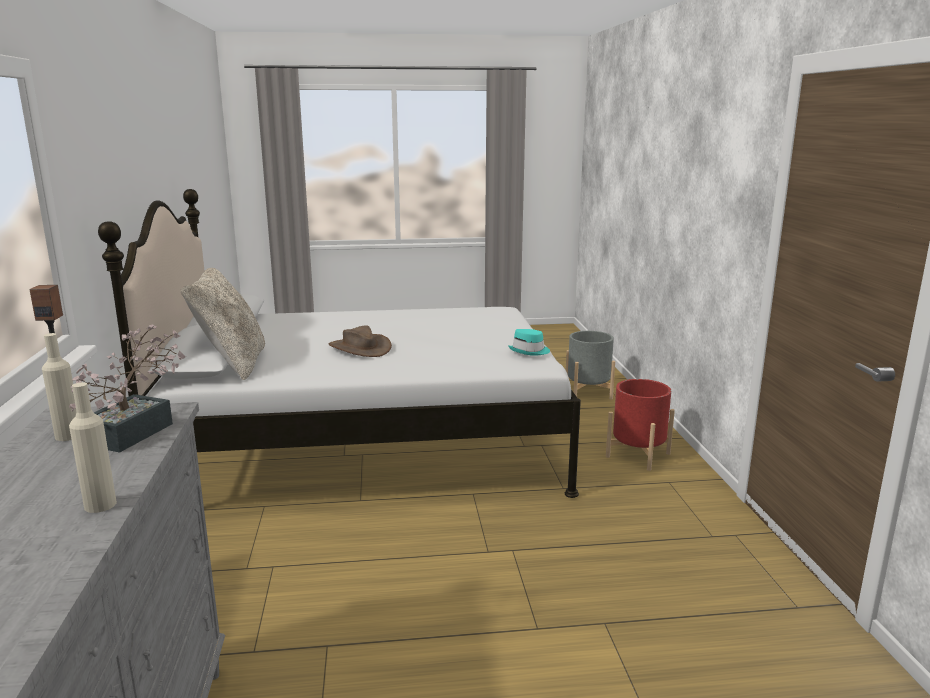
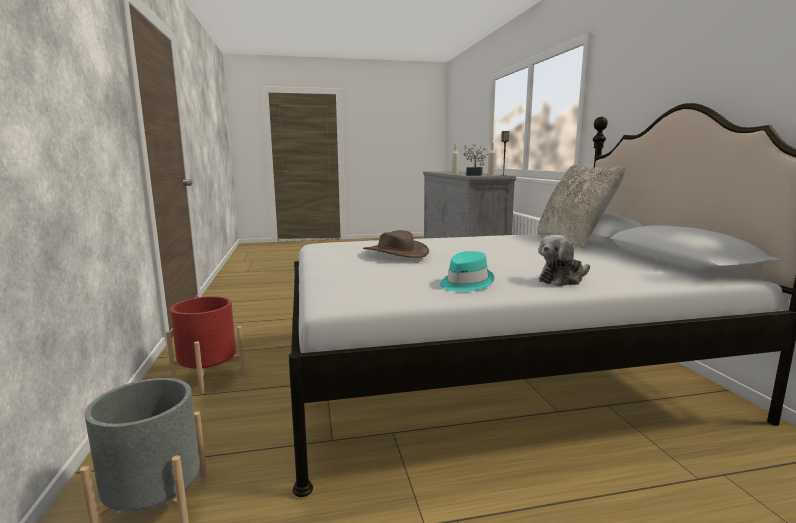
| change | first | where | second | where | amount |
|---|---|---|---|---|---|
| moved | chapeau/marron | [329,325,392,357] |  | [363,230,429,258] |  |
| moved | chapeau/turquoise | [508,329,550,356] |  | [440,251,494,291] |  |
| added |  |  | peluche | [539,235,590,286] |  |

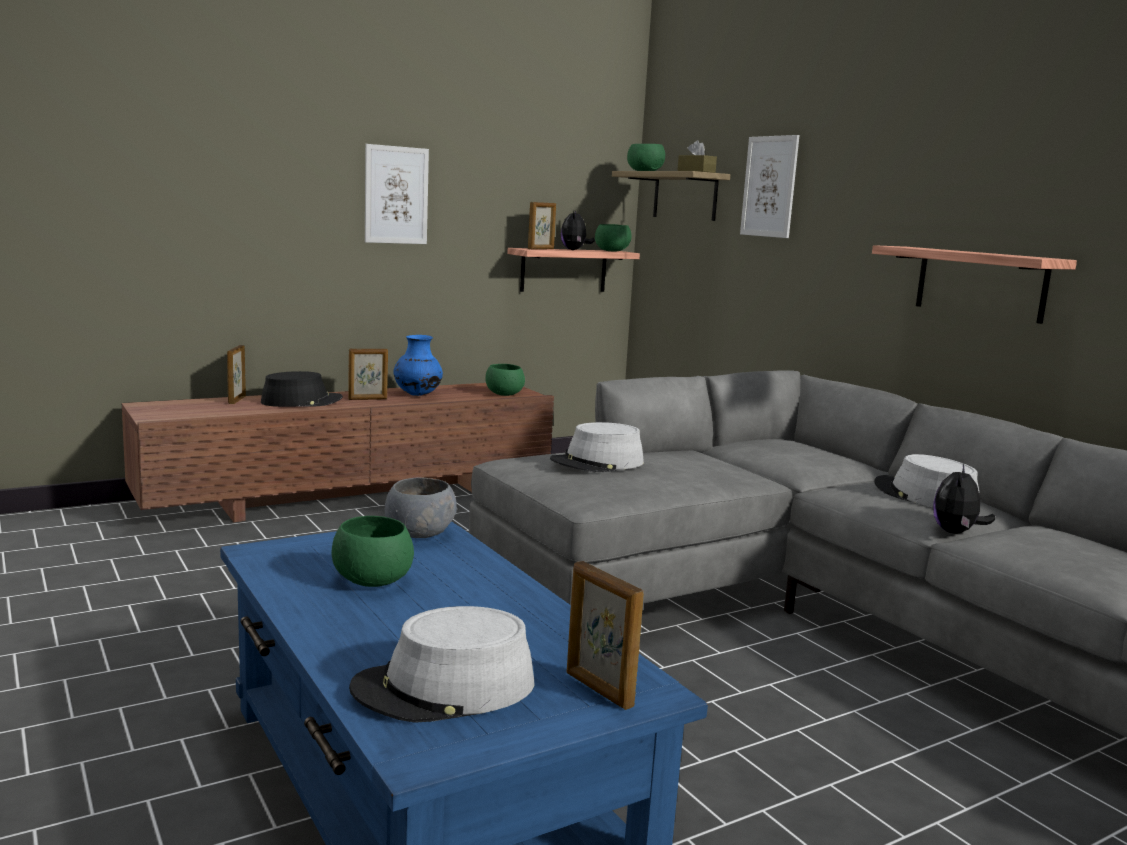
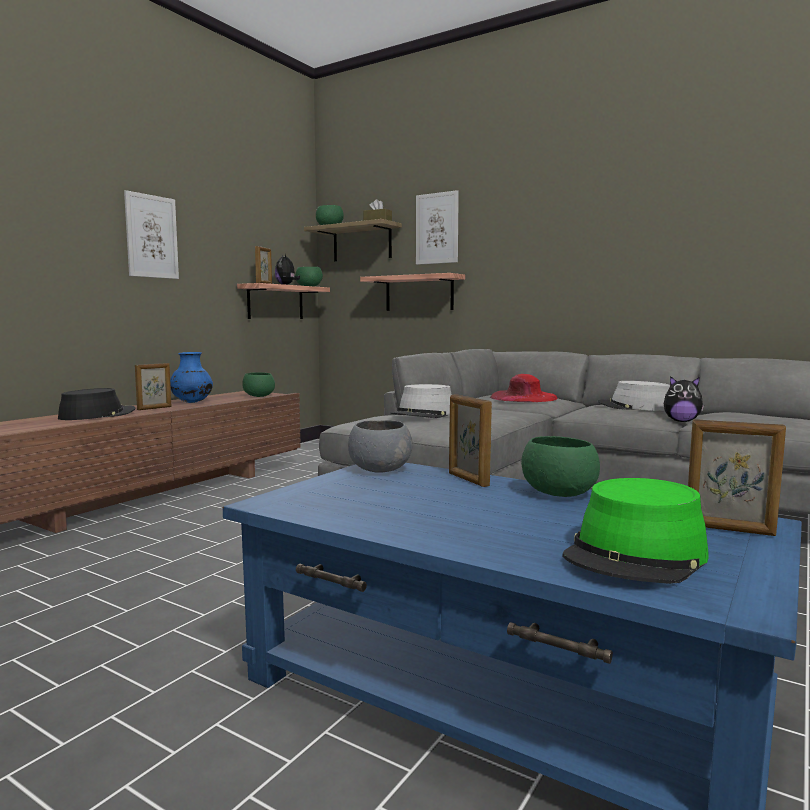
| change | first | where | second | where | amount |
|---|---|---|---|---|---|
| moved | étagère | [872,245,1077,324] |  | [360,273,465,311] |  |
| moved | cadre photo | [227,345,246,404] |  | [449,395,492,487] |  |
| turned | peluche | [933,464,995,533] |  | [664,376,704,422] | 75 degrees counterclockwise |
| moved | bol/vert | [332,516,414,587] |  | [521,436,600,497] |  |
| recoloured | chapeau/gris | [349,606,535,723] | chapeau/vert | [562,478,709,584] |  |
| added |  |  | chapeau/rouge | [490,374,558,402] |  |

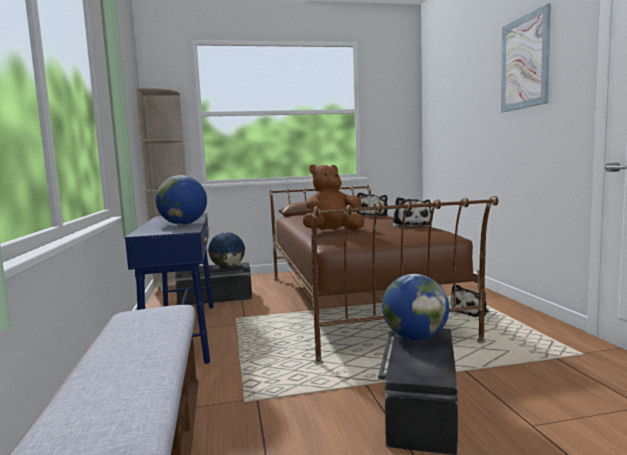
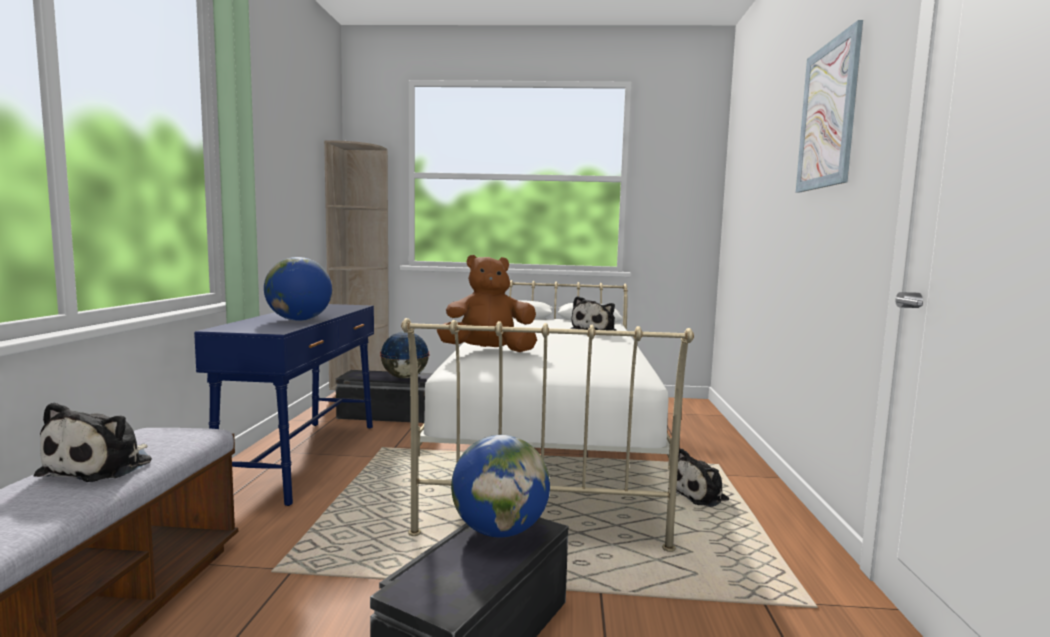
| change | first | where | second | where | amount |
|---|---|---|---|---|---|
| recoloured | lit/marron | [269,185,498,364] | lit/blanc | [401,280,694,552] |  |
| moved | peluche | [392,197,431,227] |  | [34,402,152,482] |  |

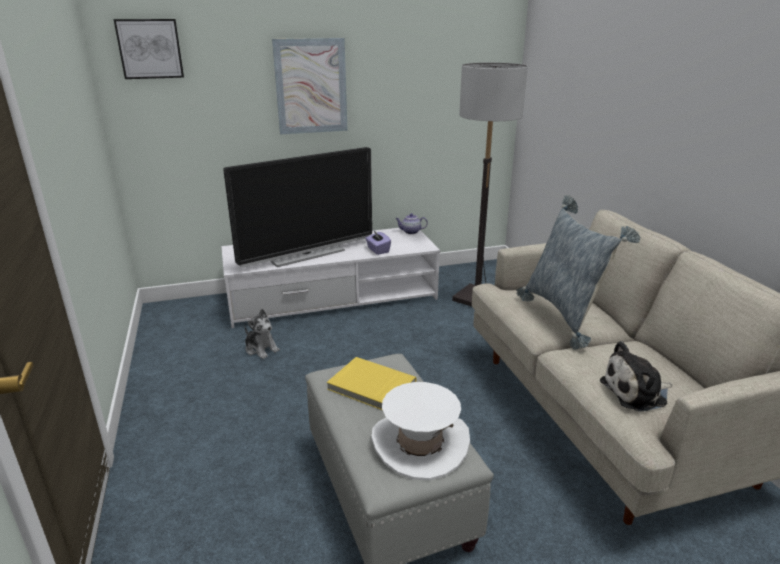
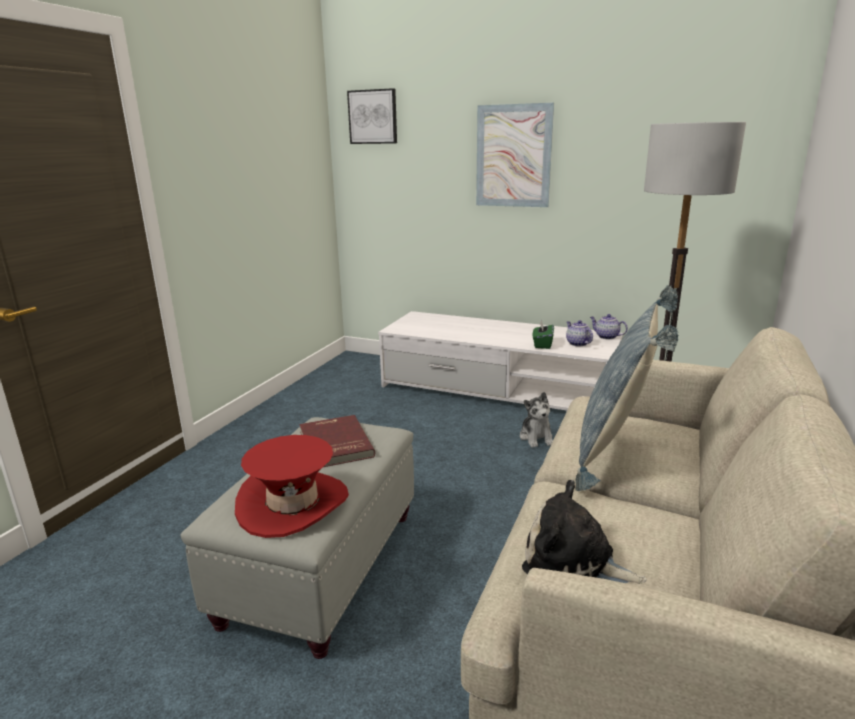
| change | first | where | second | where | amount |
|---|---|---|---|---|---|
| removed | téléviseur | [223,147,372,268] |  |  |  |
| recoloured | boîte à mouchoirs/violet | [365,231,391,255] | boîte à mouchoirs/vert | [533,319,554,349] |  |
| moved | peluche | [244,309,280,359] |  | [520,392,553,448] |  |
| recoloured | livre/jaune | [327,357,416,410] | livre/rouge | [299,415,375,467] |  |
| recoloured | chapeau/blanc | [371,382,470,481] | chapeau/rouge | [235,435,349,538] |  |
| added |  |  | théière | [566,320,593,346] |  |

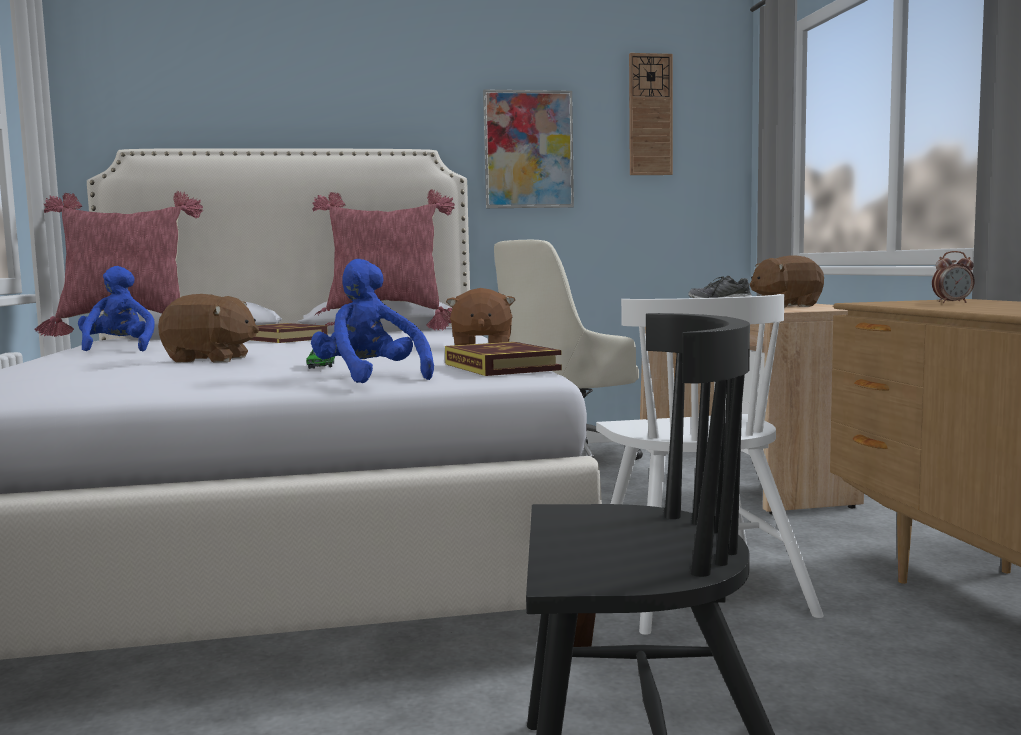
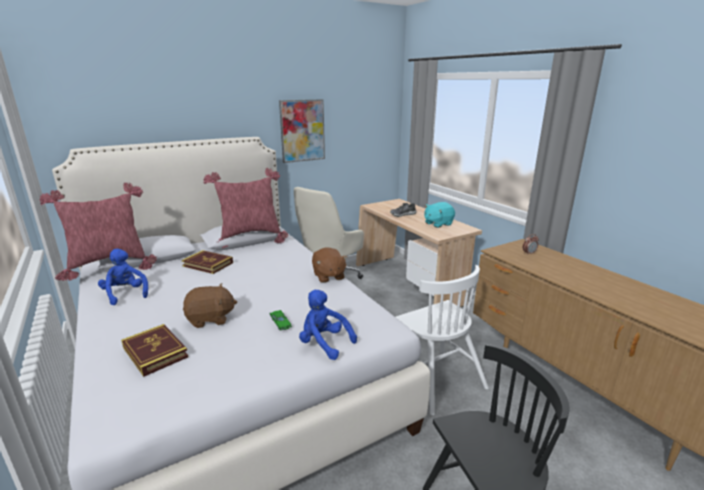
| change | first | where | second | where | amount |
|---|---|---|---|---|---|
| removed | horloge murale | [629,53,673,175] |  |  |  |
| recoloured | peluche/marron | [749,255,824,307] | peluche/turquoise | [424,202,455,228] |  |
| moved | livre | [445,342,562,376] |  | [121,324,188,377] |  |

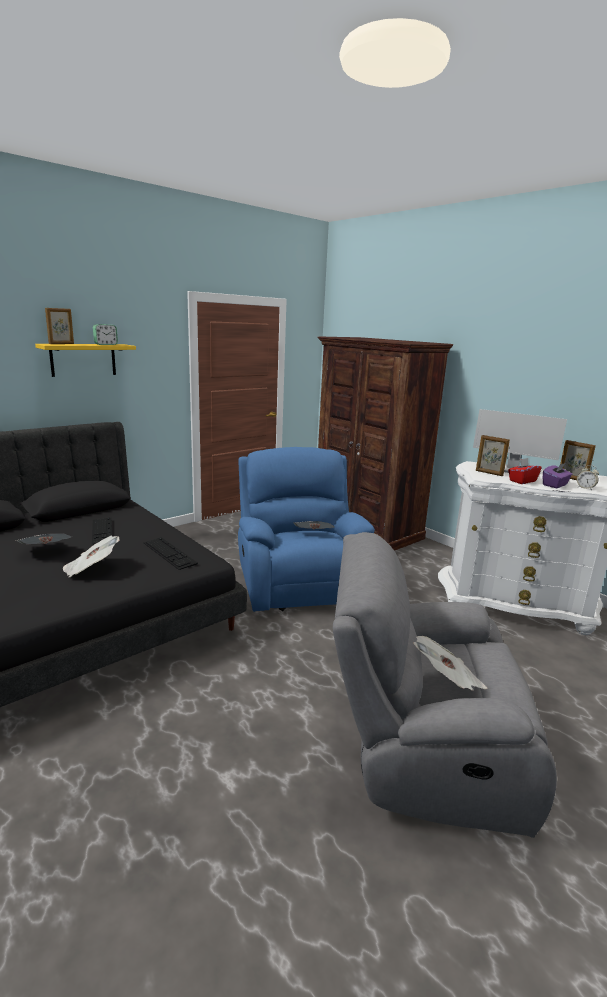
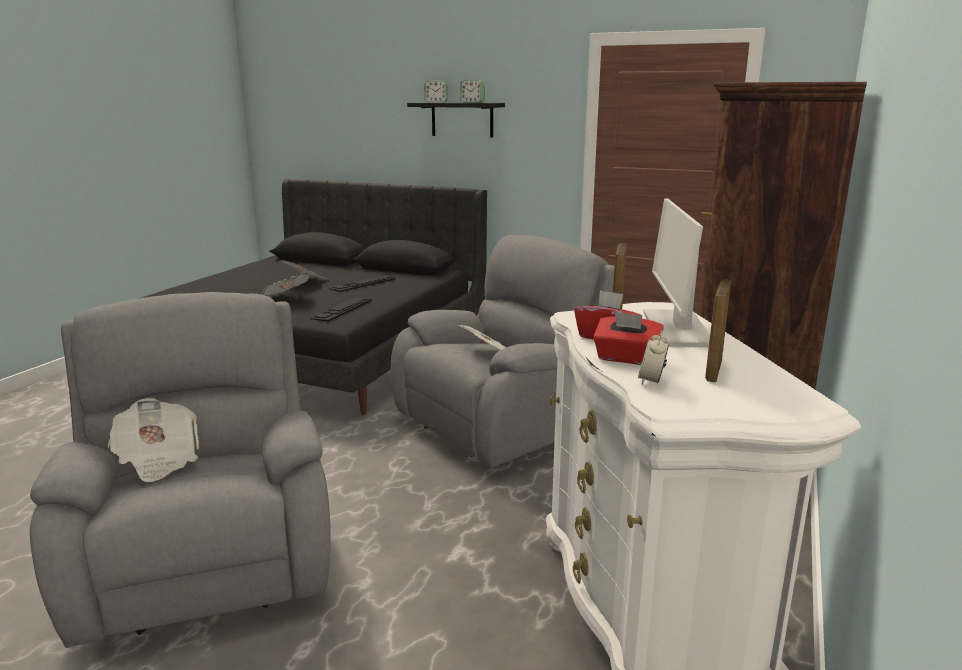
| change | first | where | second | where | amount |
|---|---|---|---|---|---|
| replaced | cadre photo | [45,308,74,344] | réveil | [424,80,448,102] |  |
| recoloured | étagère/jaune | [35,344,136,377] | étagère/noir | [407,102,505,137] |  |
| recoloured | fauteuil/bleu | [238,447,375,612] | fauteuil/gris | [391,235,615,468] |  |
| recoloured | boîte à mouchoirs/violet | [543,463,572,488] | boîte à mouchoirs/rouge | [593,311,664,365] |  |

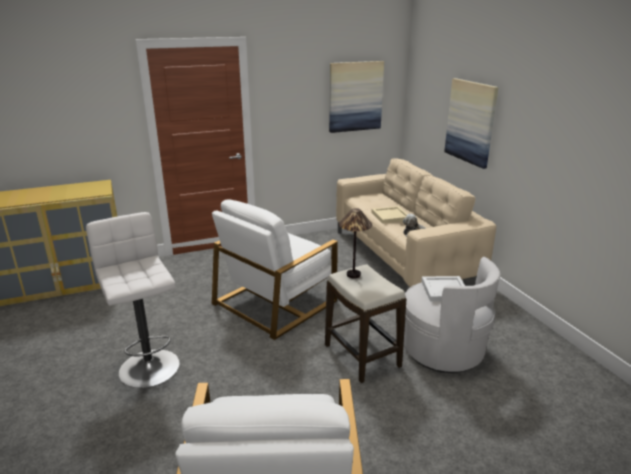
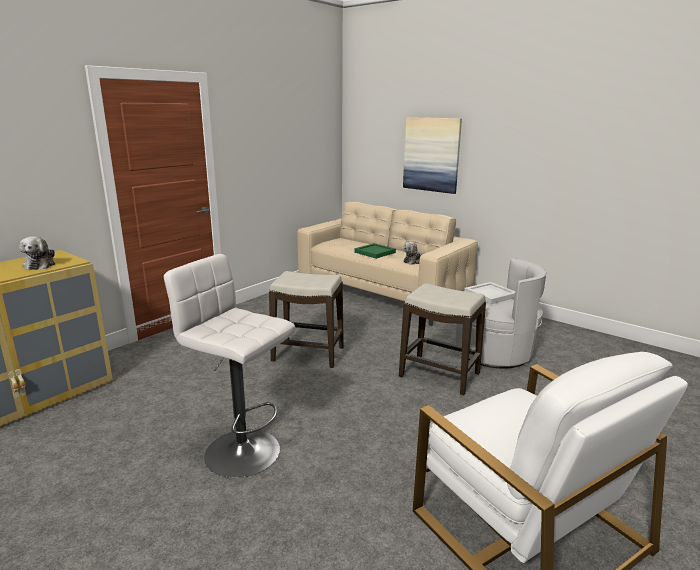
| change | first | where | second | where | amount |
|---|---|---|---|---|---|
| removed | tableau | [329,61,384,133] |  |  |  |
| replaced | fauteuil/blanc | [212,200,338,340] | tabouret | [269,271,344,368] |  |
| recoloured | plateau/beige | [371,206,407,224] | plateau/vert | [354,243,396,259] |  |
| removed | lampe de table | [339,208,372,279] |  |  |  |
| added |  |  | peluche | [19,236,55,270] |  |

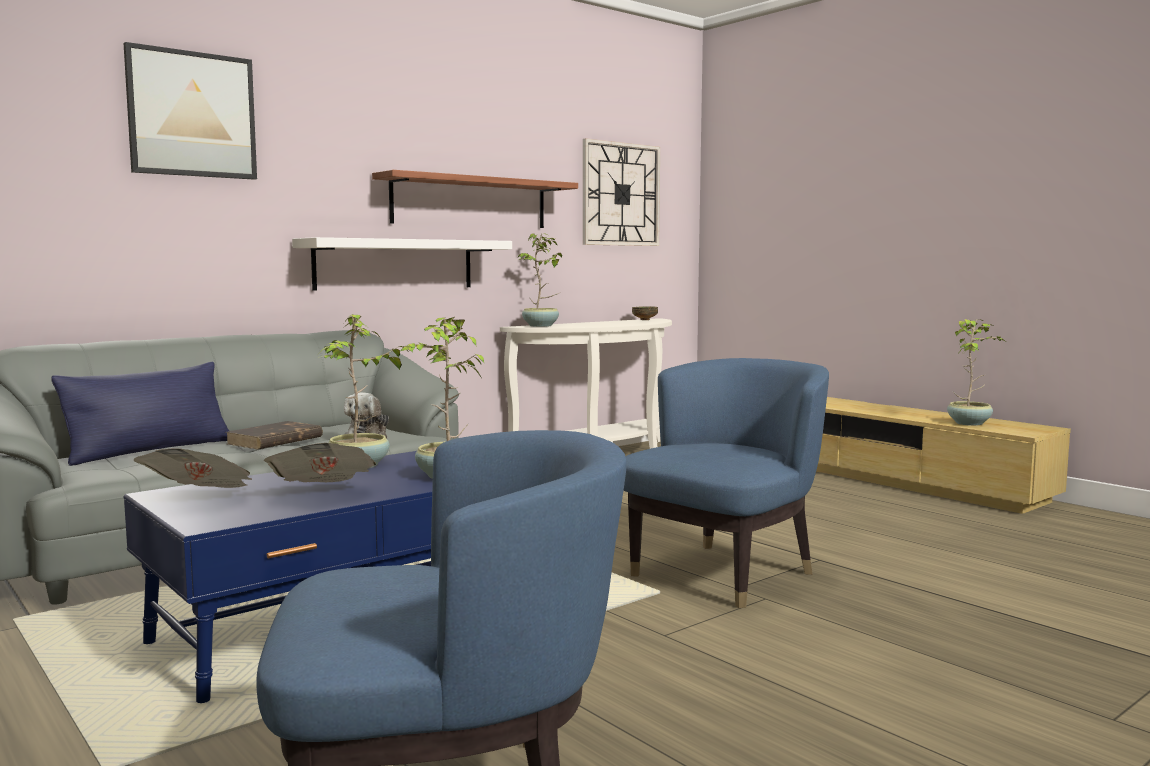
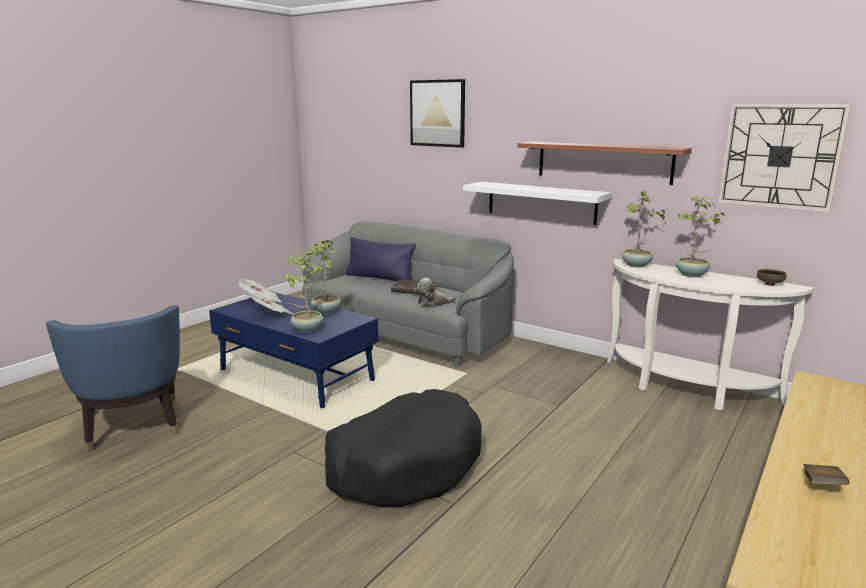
| change | first | where | second | where | amount |
|---|---|---|---|---|---|
| moved | plante en pot | [947,319,1005,426] |  | [676,196,724,277] |  |
| replaced | fauteuil/bleu | [624,358,829,608] | panier pour chien/noir | [325,389,482,507] |  |
| added |  |  | livre/marron | [803,464,849,485] |  |

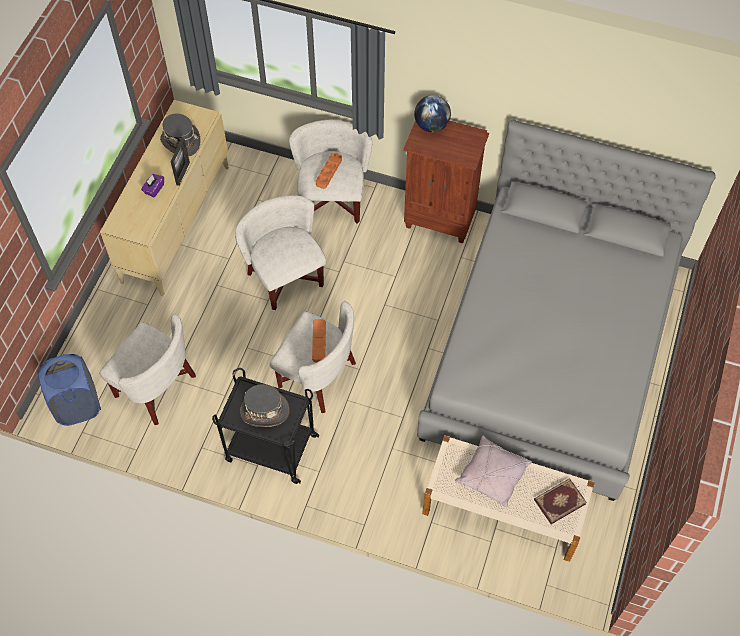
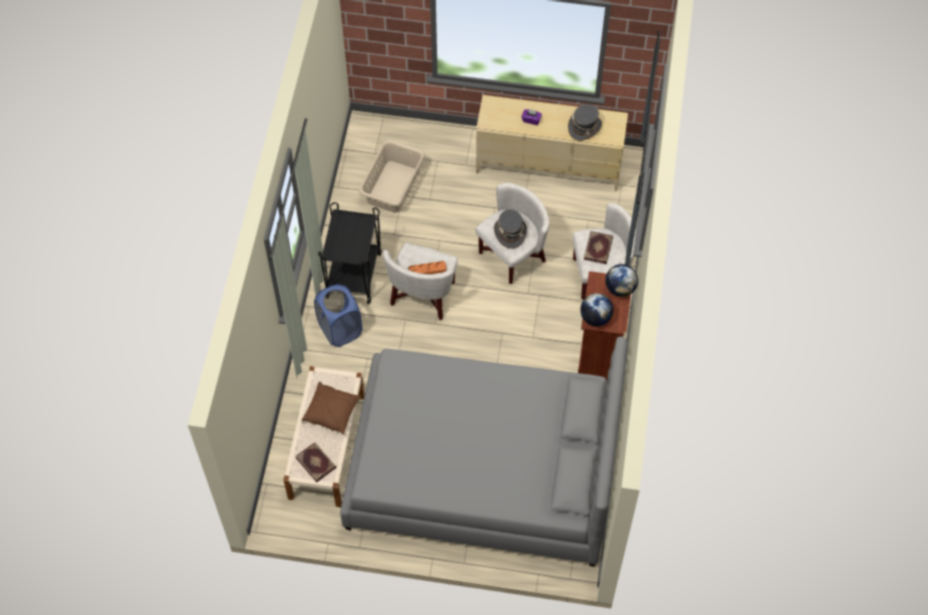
| change | first | where | second | where | amount |
|---|---|---|---|---|---|
| removed | cadre photo | [171,138,190,186] |  |  |  |
| replaced | plateau/orange | [316,153,342,189] | livre | [584,231,613,264] |  |
| replaced | fauteuil/blanc | [99,314,196,425] | panier à linge/beige | [359,140,425,213] |  |
| moved | panier à linge/bleu | [37,354,101,426] |  | [314,284,362,347] |  |
| moved | chapeau/gris | [240,384,290,427] |  | [494,209,527,249] |  |
| recoloured | coussin/violet | [455,435,532,508] | coussin/marron | [302,382,361,435] |  |
| added |  |  | globe | [580,293,614,326] |  |

